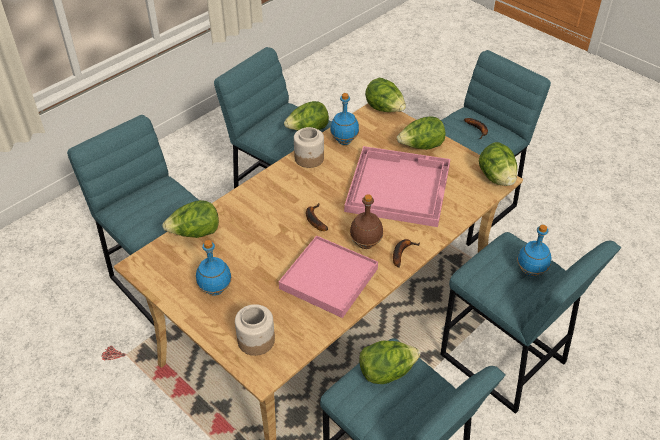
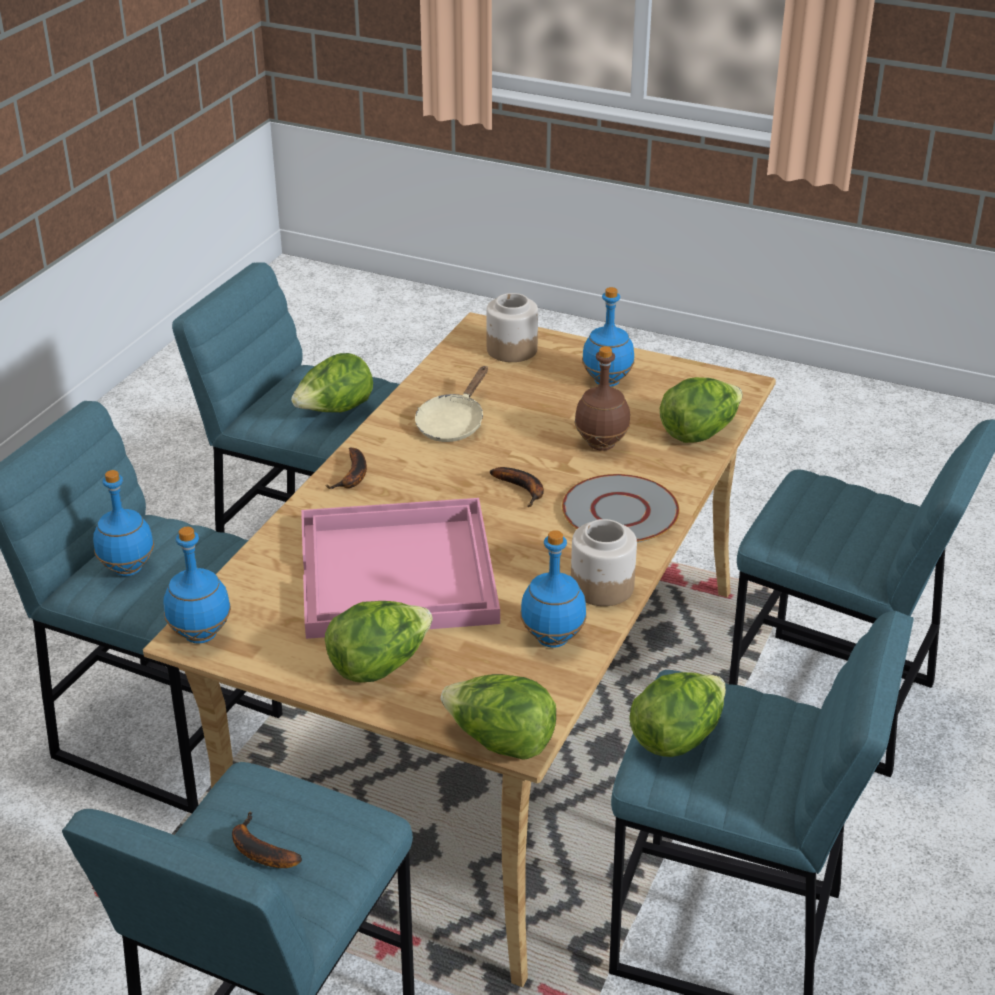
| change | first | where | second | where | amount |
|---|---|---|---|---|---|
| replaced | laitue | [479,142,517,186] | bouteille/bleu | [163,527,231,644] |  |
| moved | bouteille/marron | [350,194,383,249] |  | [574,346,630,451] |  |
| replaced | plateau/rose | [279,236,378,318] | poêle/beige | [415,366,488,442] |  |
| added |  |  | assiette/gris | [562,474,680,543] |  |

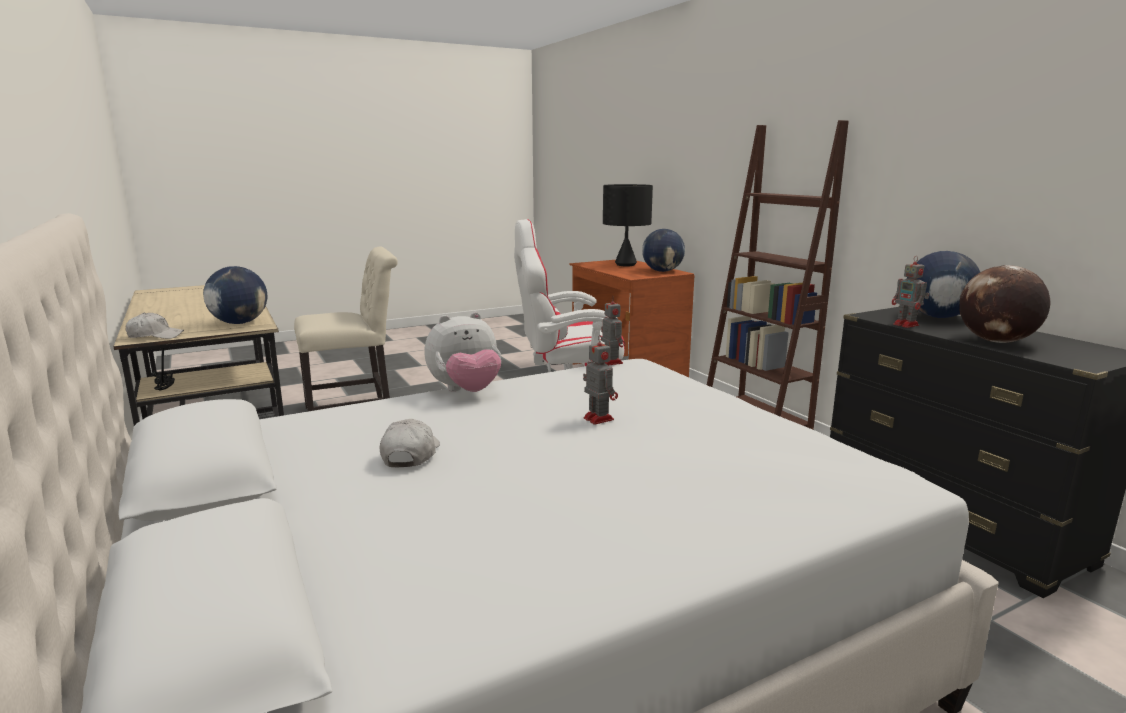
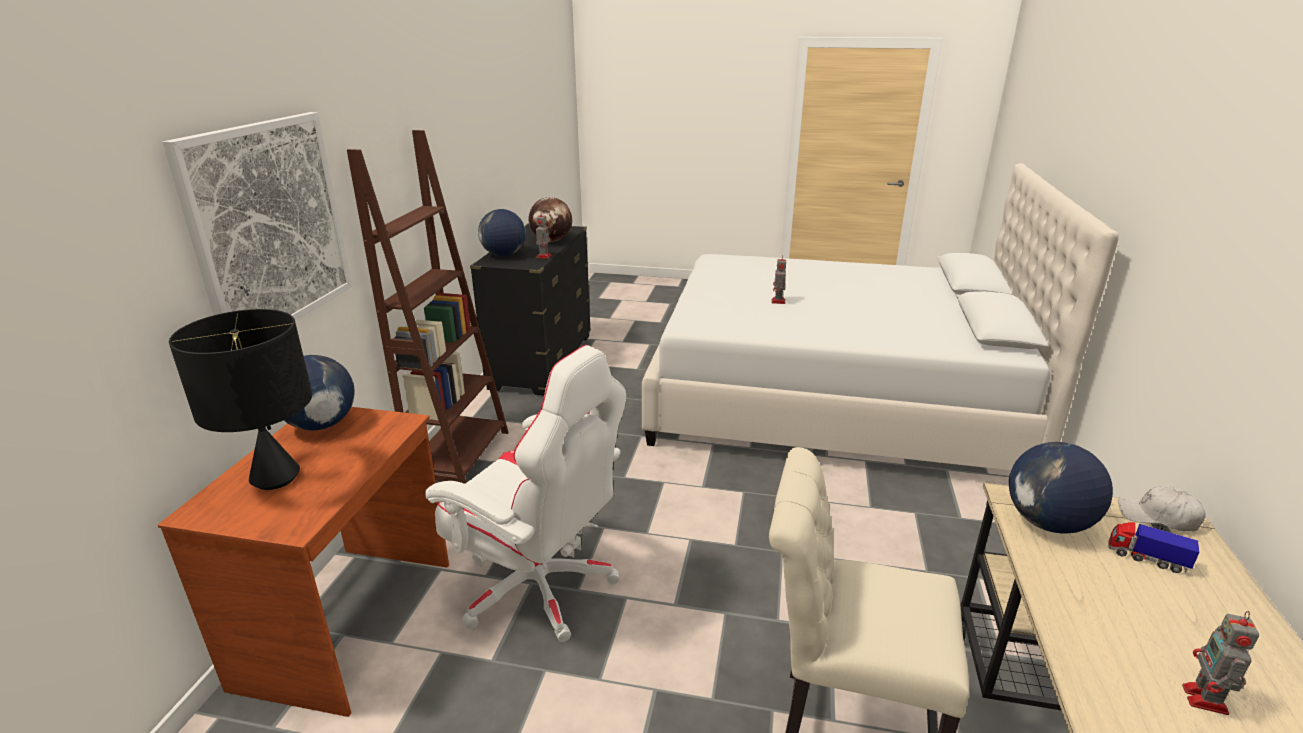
| change | first | where | second | where | amount |
|---|---|---|---|---|---|
| moved | robot jouet | [601,297,626,365] |  | [1182,611,1259,715] |  |
| removed | peluche | [424,312,501,392] |  |  |  |
| removed | casquette/blanc | [380,419,440,467] |  |  |  |
| added |  |  | tableau | [162,112,352,321] |  |
| added |  |  | camion jouet | [1108,522,1199,573] |  |

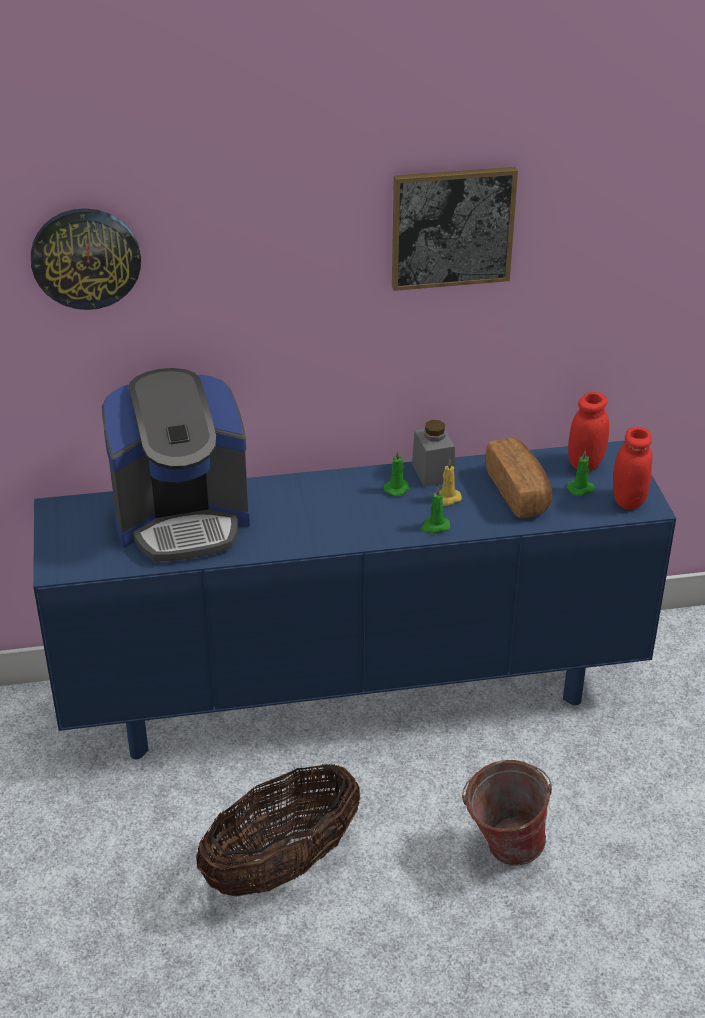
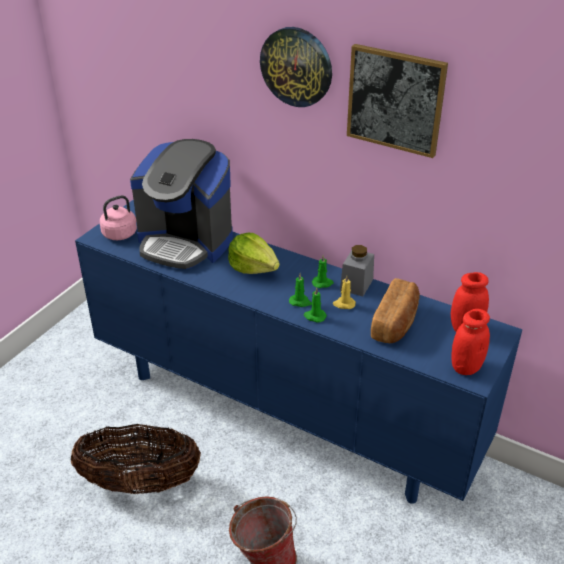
| change | first | where | second | where | amount |
|---|---|---|---|---|---|
| moved | horloge murale | [31,208,141,310] |  | [260,27,332,107] |  |
| moved | bougie/vert | [567,451,595,496] |  | [289,273,311,307] |  |
| added |  |  | bouilloire/rose | [100,195,137,240] |  |
| added |  |  | laitue | [228,233,280,274] |  |

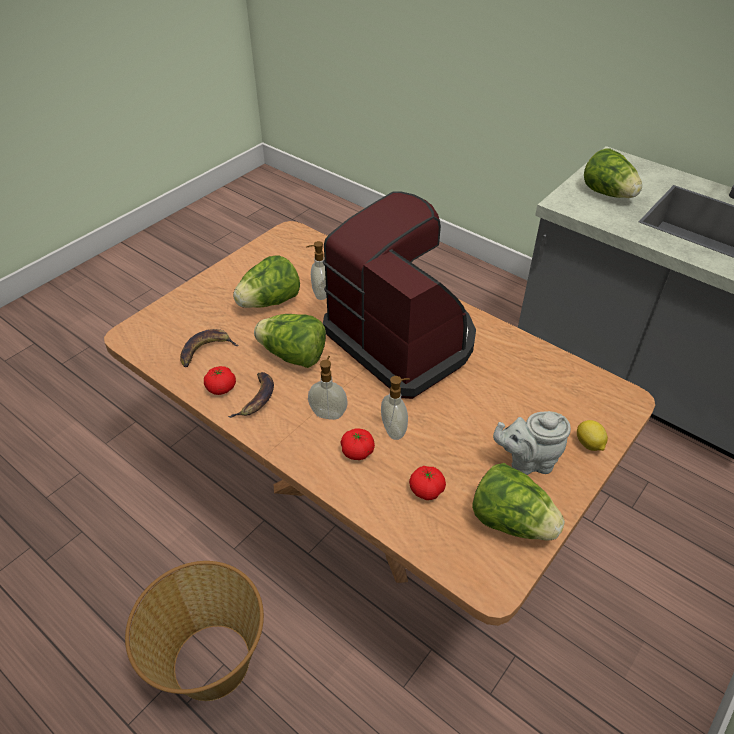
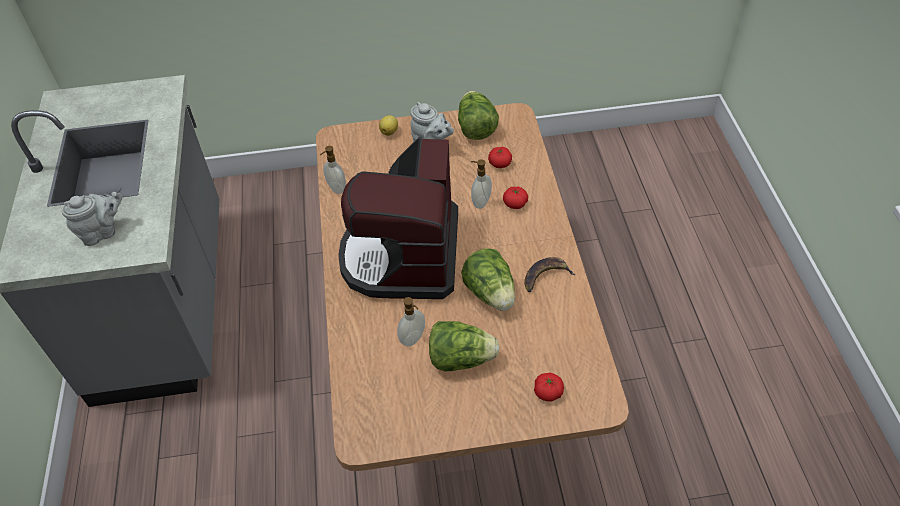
| change | first | where | second | where | amount |
|---|---|---|---|---|---|
| replaced | laitue | [584,148,642,198] | théière/gris | [61,192,122,246] |  |
| removed | banane | [180,329,239,367] |  |  |  |
| moved | distributeur de savon | [308,356,348,420] |  | [320,146,346,194] |  |
| moved | tomate | [204,366,236,395] |  | [534,373,564,402] |  |
| removed | panier | [125,561,264,701] |  |  |  |

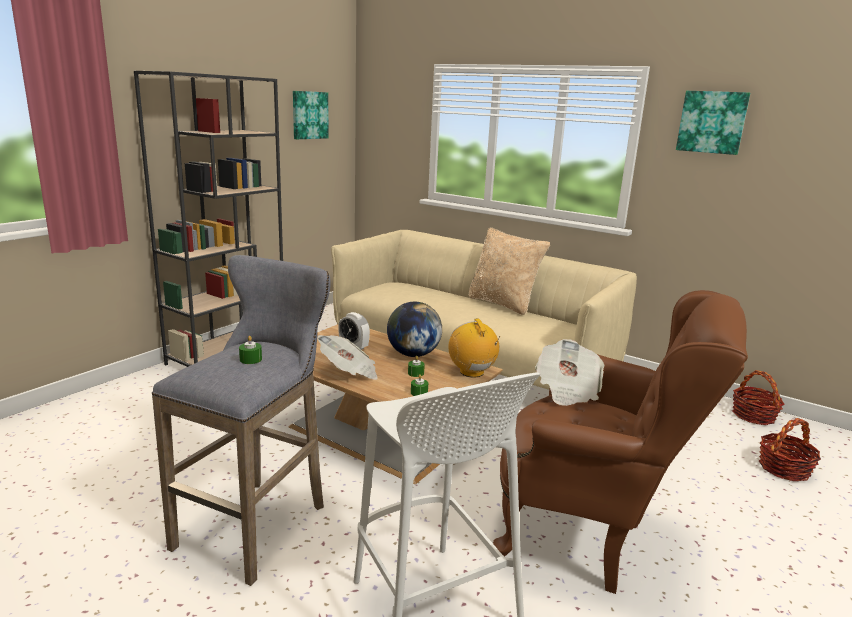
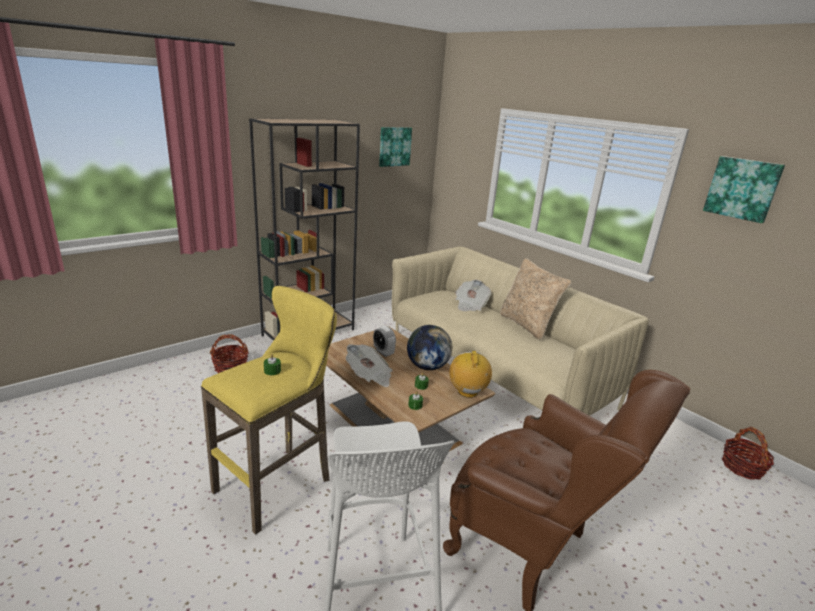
| change | first | where | second | where | amount |
|---|---|---|---|---|---|
| recoloured | tabouret/gris | [152,255,330,586] | tabouret/jaune | [201,286,337,535] |  |
| moved | journal | [535,339,604,406] |  | [455,280,492,311] |  |
| moved | panier | [759,418,821,481] |  | [210,334,249,373] |  |

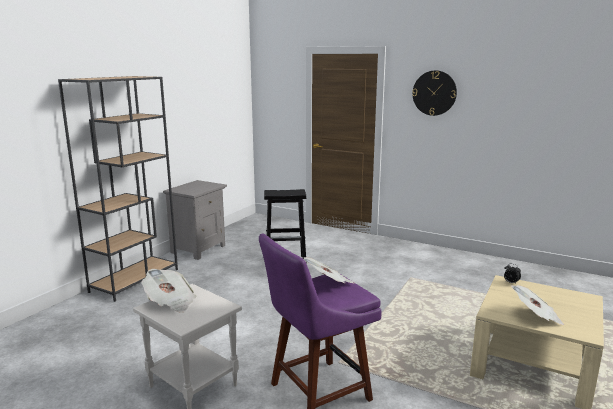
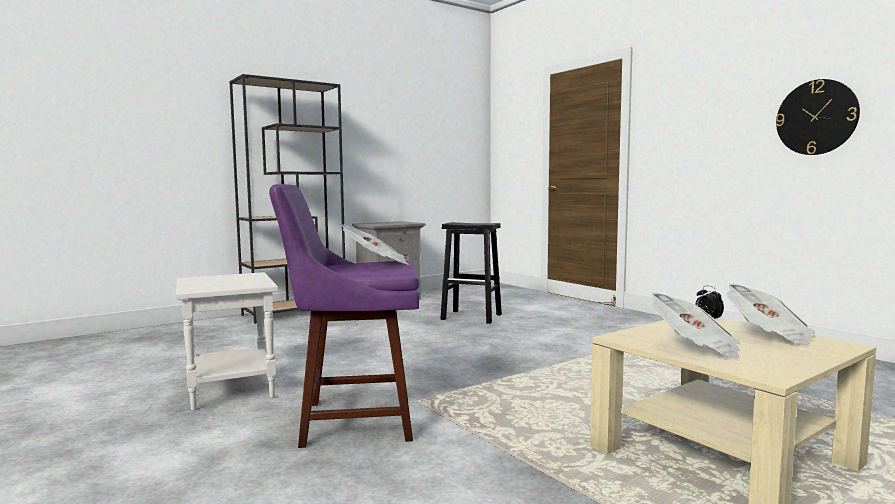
| change | first | where | second | where | amount |
|---|---|---|---|---|---|
| moved | horloge murale | [412,70,457,116] |  | [776,79,860,155] |  |
| moved | journal | [141,269,197,313] |  | [726,284,815,347] |  |

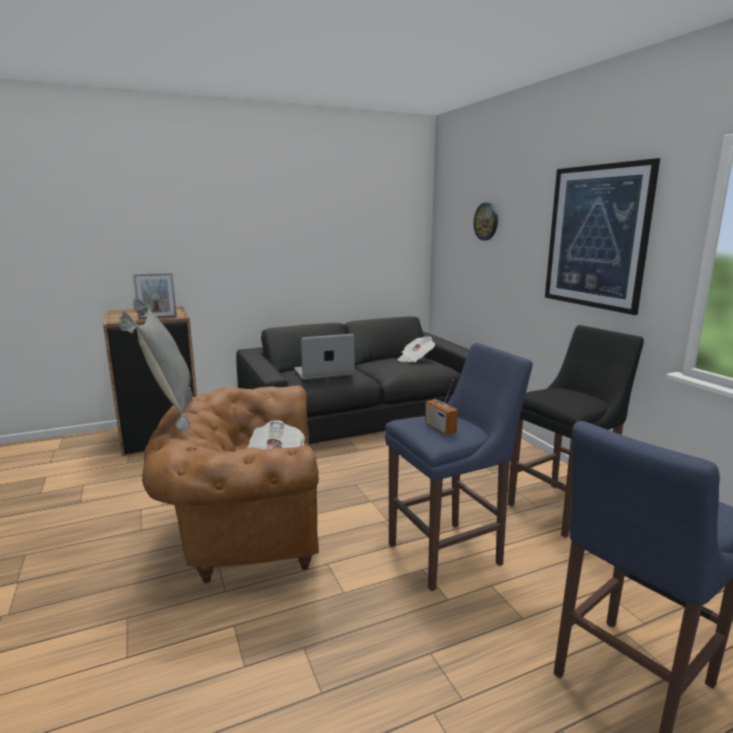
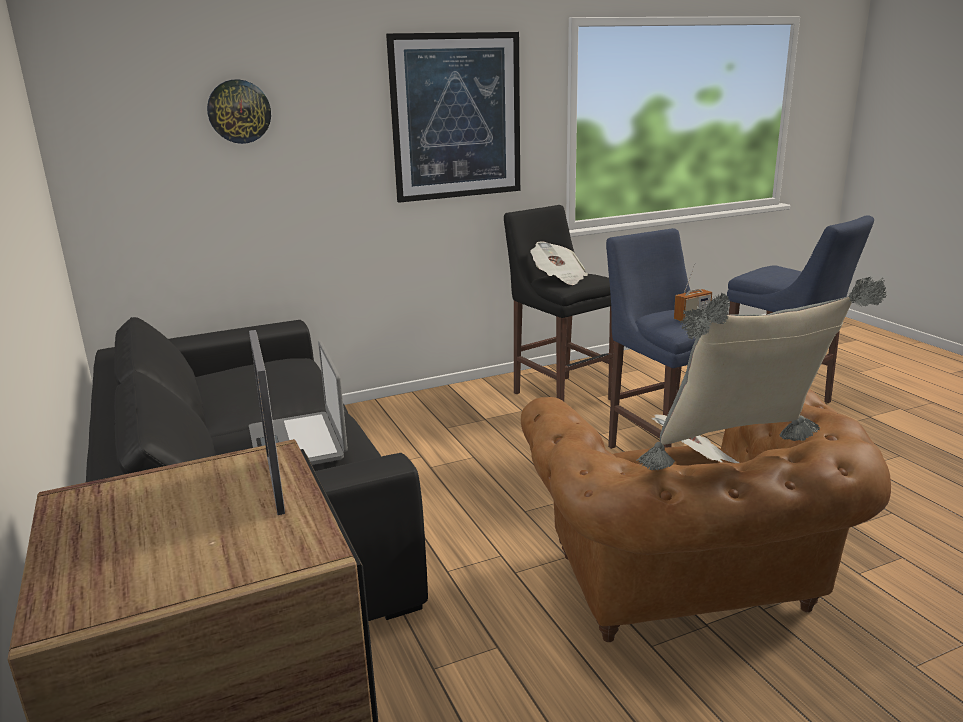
| change | first | where | second | where | amount |
|---|---|---|---|---|---|
| moved | journal | [398,336,435,362] |  | [530,241,588,285] |  |

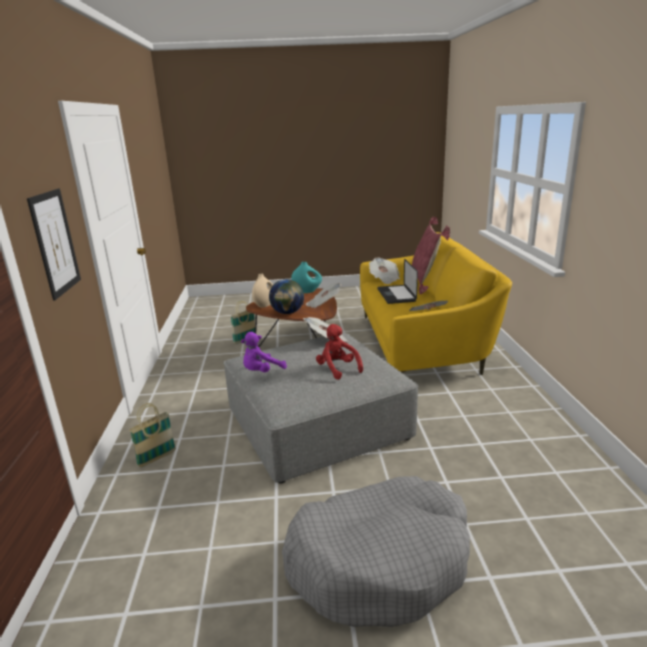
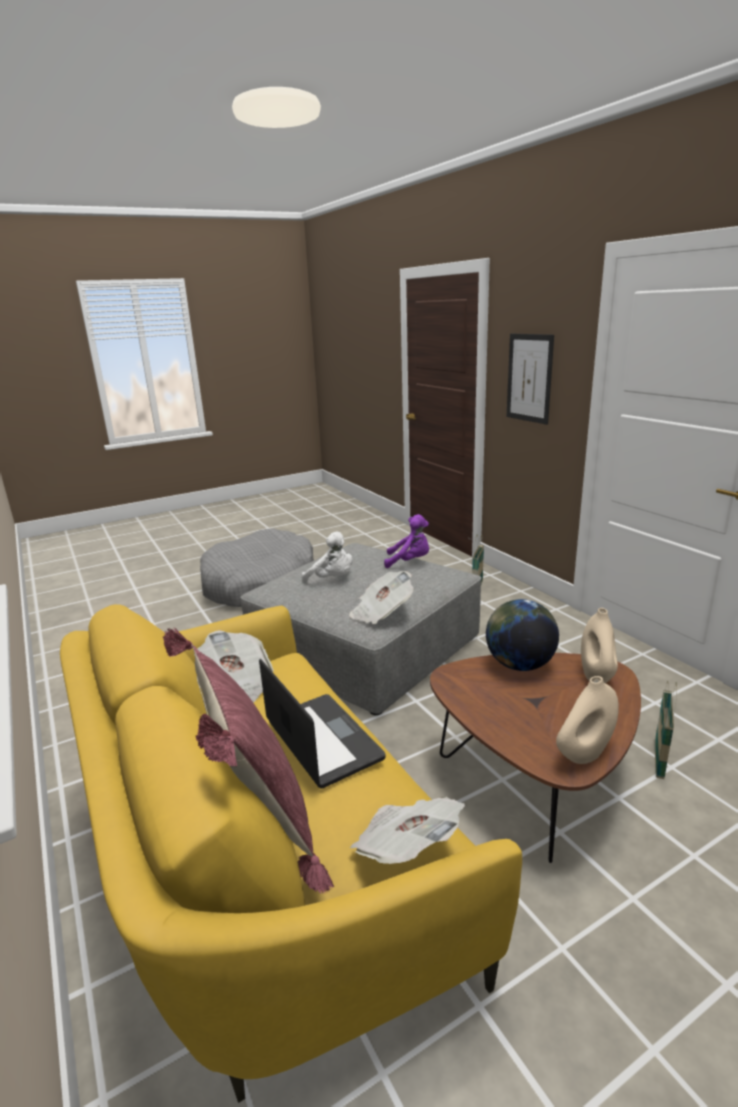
| change | first | where | second | where | amount |
|---|---|---|---|---|---|
| recoloured | vase/turquoise | [291,262,322,293] | vase/beige | [556,676,619,764] |  |
| removed | journal | [306,283,342,308] |  |  |  |
| recoloured | peluche/rouge | [316,324,363,380] | peluche/blanc | [301,531,353,582] |  |
| turned | peluche/violet | [241,332,287,372] |  | [384,514,429,568] | 75 degrees clockwise |

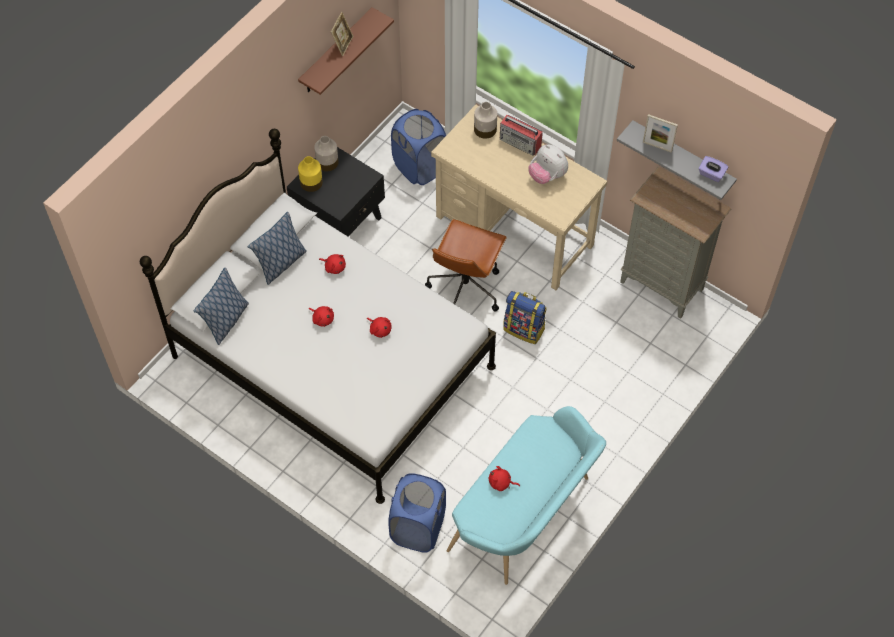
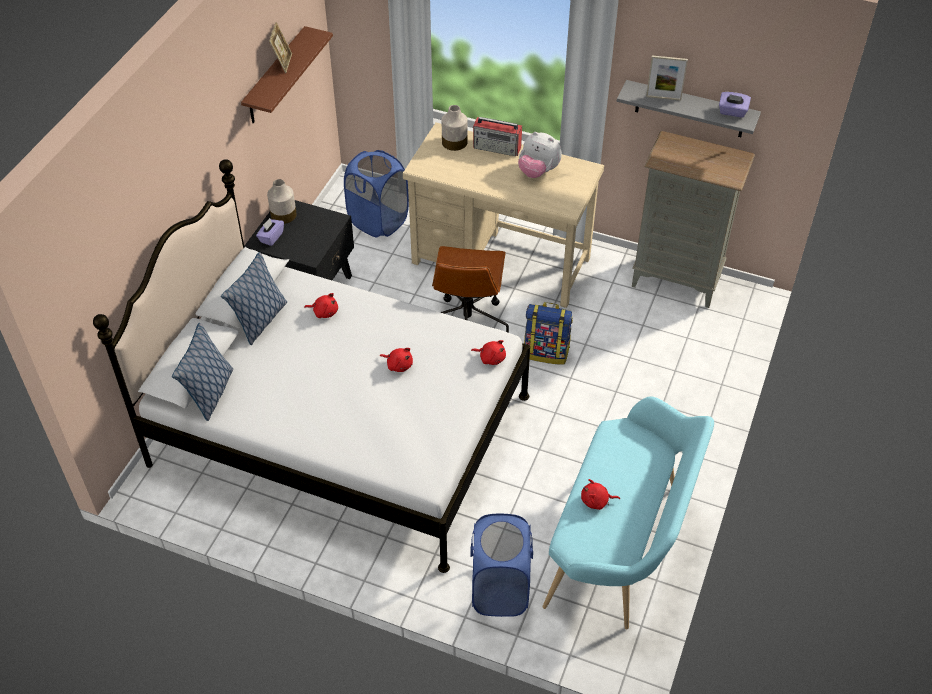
| change | first | where | second | where | amount |
|---|---|---|---|---|---|
| replaced | vase/jaune | [298,156,323,192] | boîte à mouchoirs/violet | [256,218,284,246] |  |
| moved | peluche/rouge | [309,306,334,327] |  | [471,340,506,365] |  |

